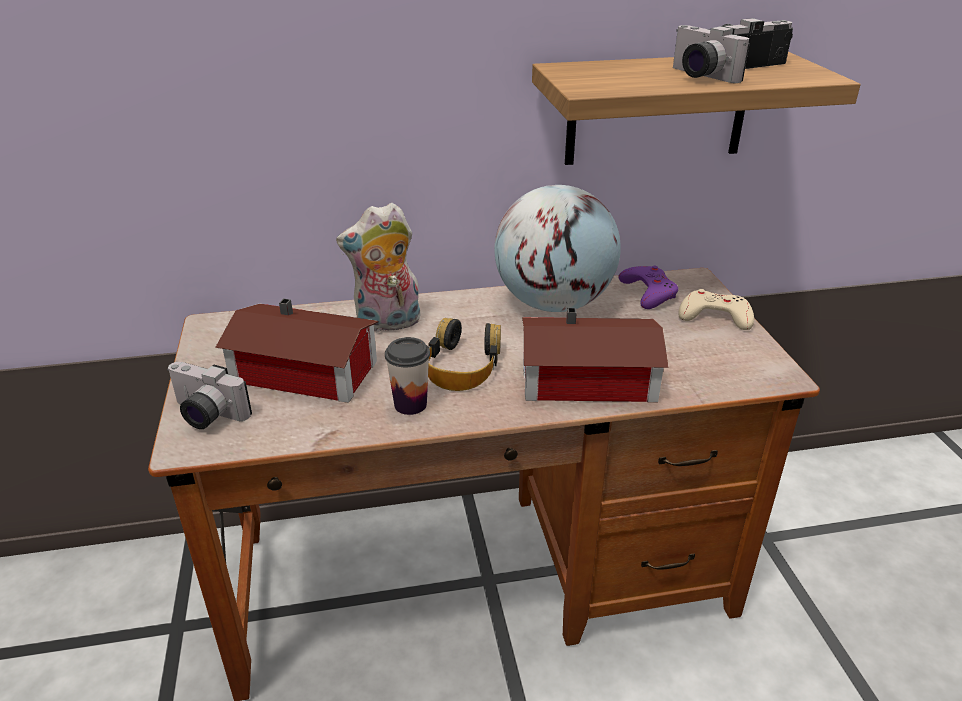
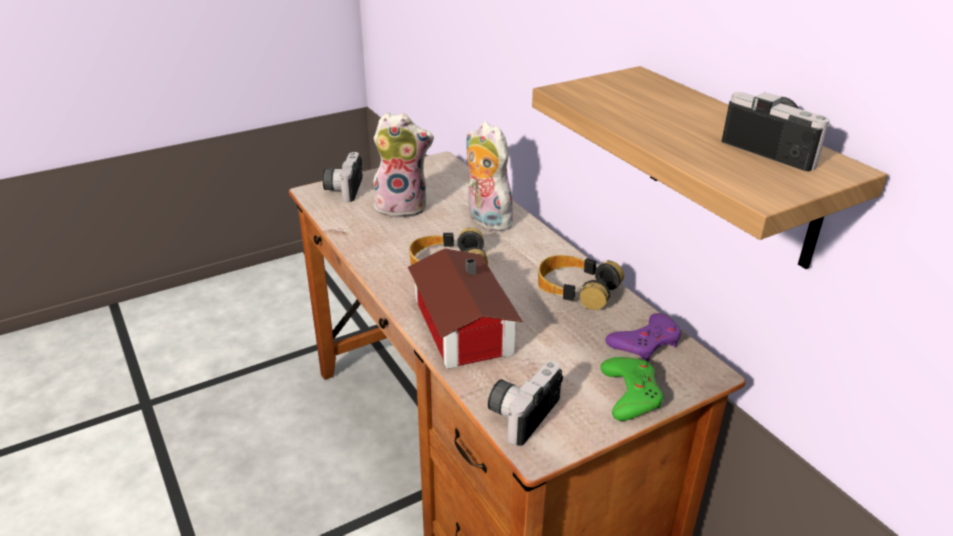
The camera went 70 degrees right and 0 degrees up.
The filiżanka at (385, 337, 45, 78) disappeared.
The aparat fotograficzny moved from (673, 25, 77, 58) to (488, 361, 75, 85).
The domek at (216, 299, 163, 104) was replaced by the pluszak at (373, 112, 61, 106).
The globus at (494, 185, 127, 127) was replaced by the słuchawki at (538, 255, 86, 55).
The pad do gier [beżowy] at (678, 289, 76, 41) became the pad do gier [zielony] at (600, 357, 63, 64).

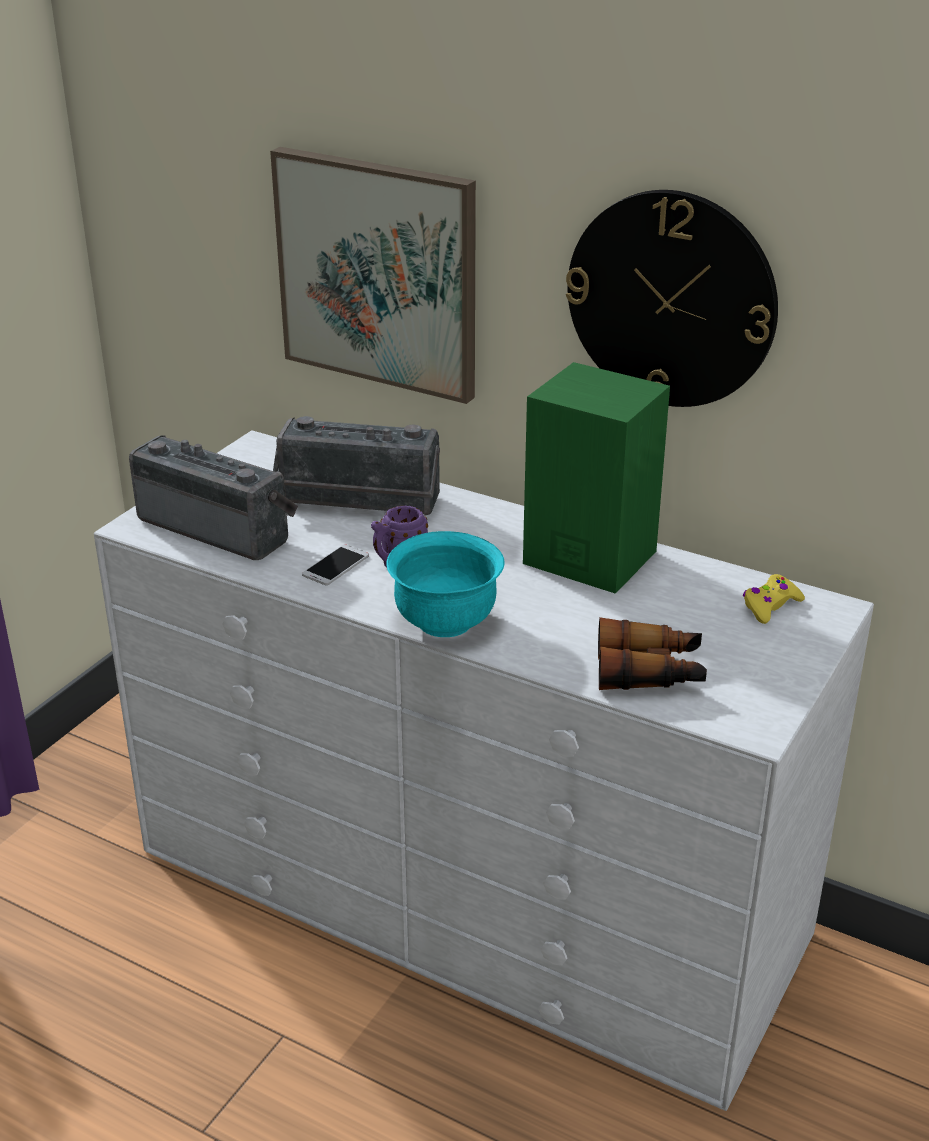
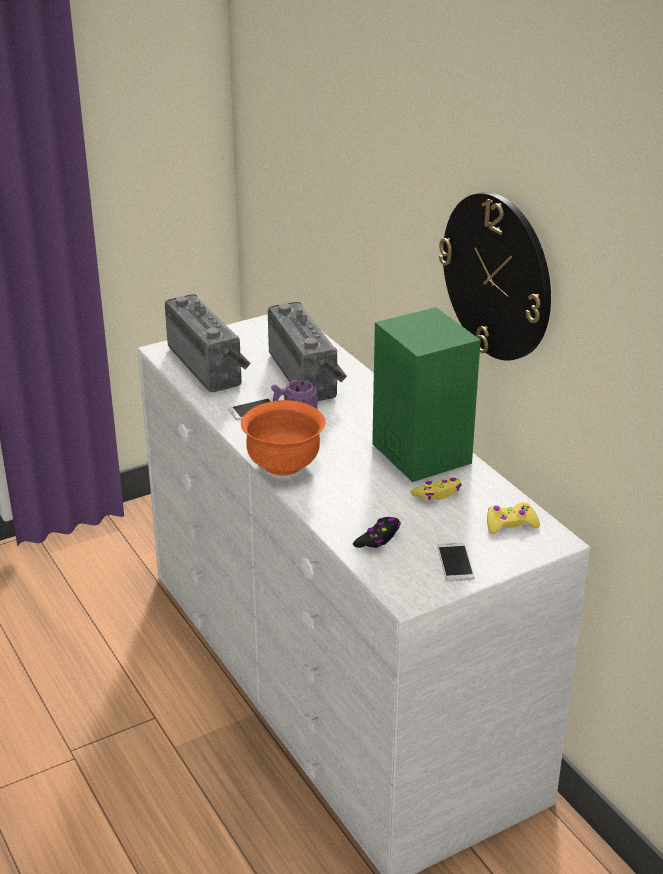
The camera went 30 degrees right and 0 degrees up.
The obraz at (270, 147, 206, 257) disappeared.
The pad do gier [żółty] at (410, 478, 52, 22) appeared.
The telefon at (437, 543, 38, 38) appeared.
The lornetka at (598, 617, 109, 73) was replaced by the pad do gier [czarny] at (353, 517, 48, 31).
The miska [turkusowy] at (386, 531, 118, 106) became the miska [pomarańczowy] at (241, 400, 85, 76).
The radio at (273, 416, 167, 100) turned 150 degrees counterclockwise.

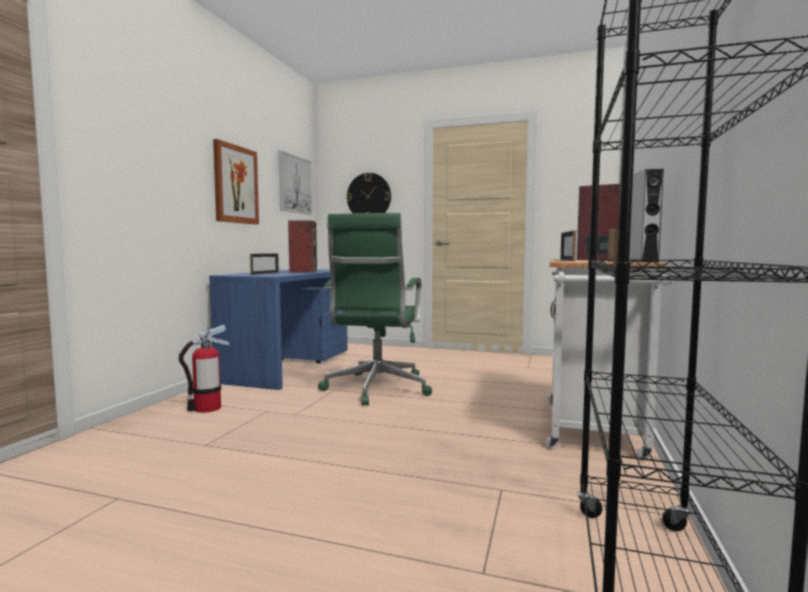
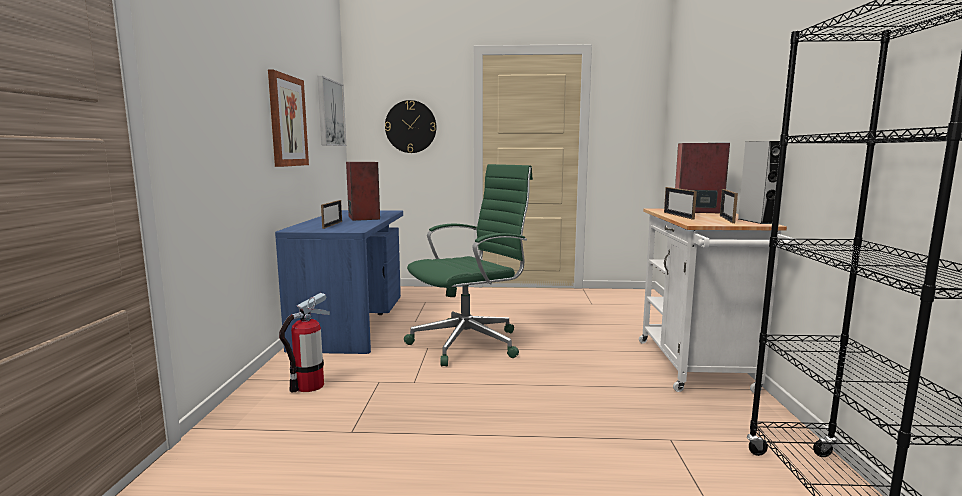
The camera went 15 degrees left and 5 degrees up.
The krzesło biurowe [zielony] at (318, 213, 114, 193) turned 120 degrees counterclockwise.

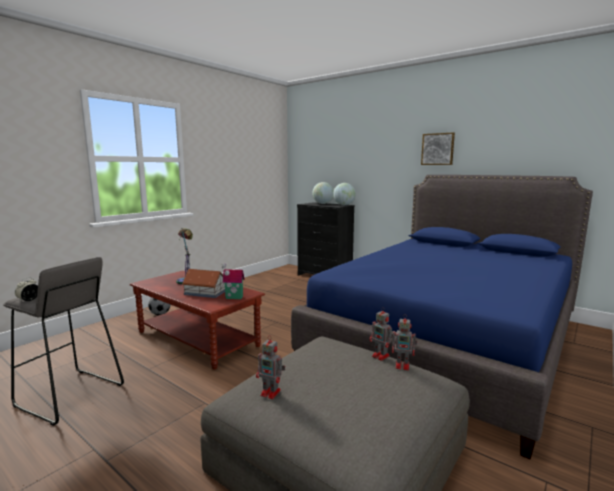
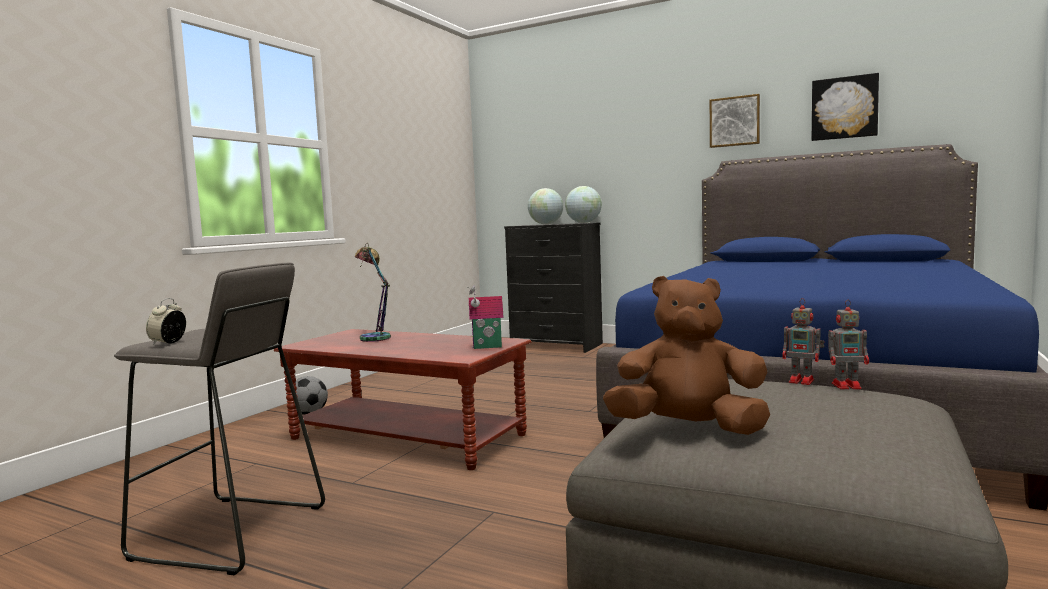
The camera went 10 degrees left and 5 degrees down.
The domek at (182, 269, 43, 29) disappeared.
The obraz at (812, 73, 67, 68) appeared.
The robot zabawkowy at (256, 335, 29, 64) was replaced by the pluszak [brązowy] at (603, 276, 167, 159).

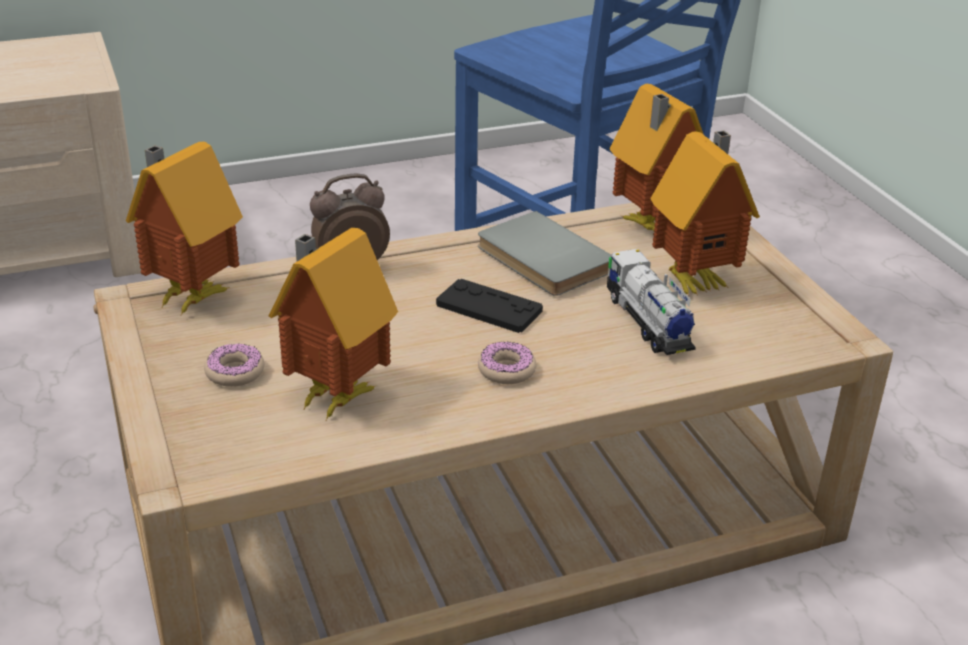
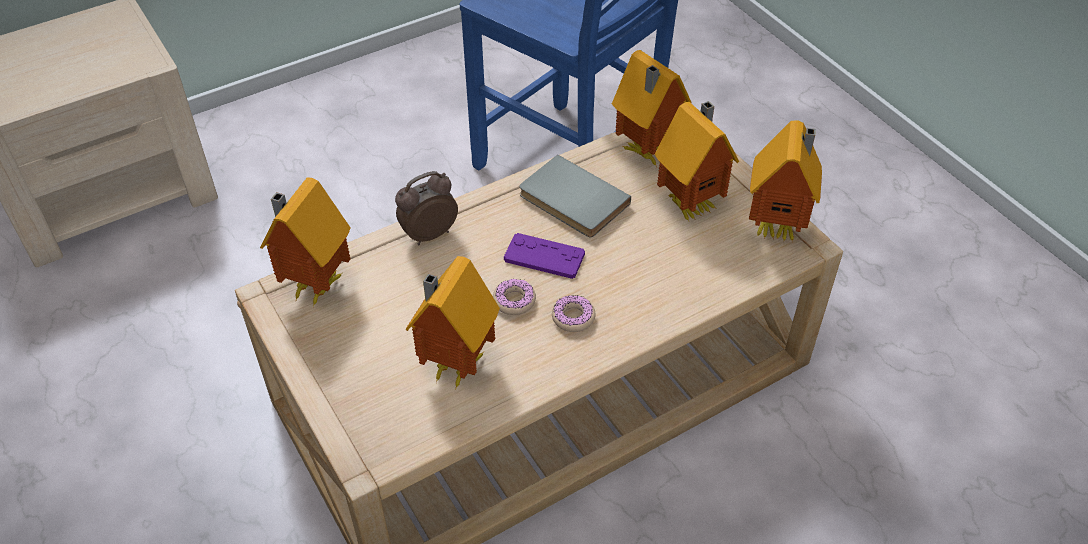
The camera went 10 degrees left and 15 degrees up.
The ciężarówka zabawkowa at (607, 249, 89, 106) disappeared.
The domek at (749, 120, 73, 121) appeared.
The donut moved from (204, 344, 60, 43) to (493, 279, 43, 36).
The pad do gier [czarny] at (436, 279, 107, 54) became the pad do gier [fioletowy] at (504, 233, 81, 46).

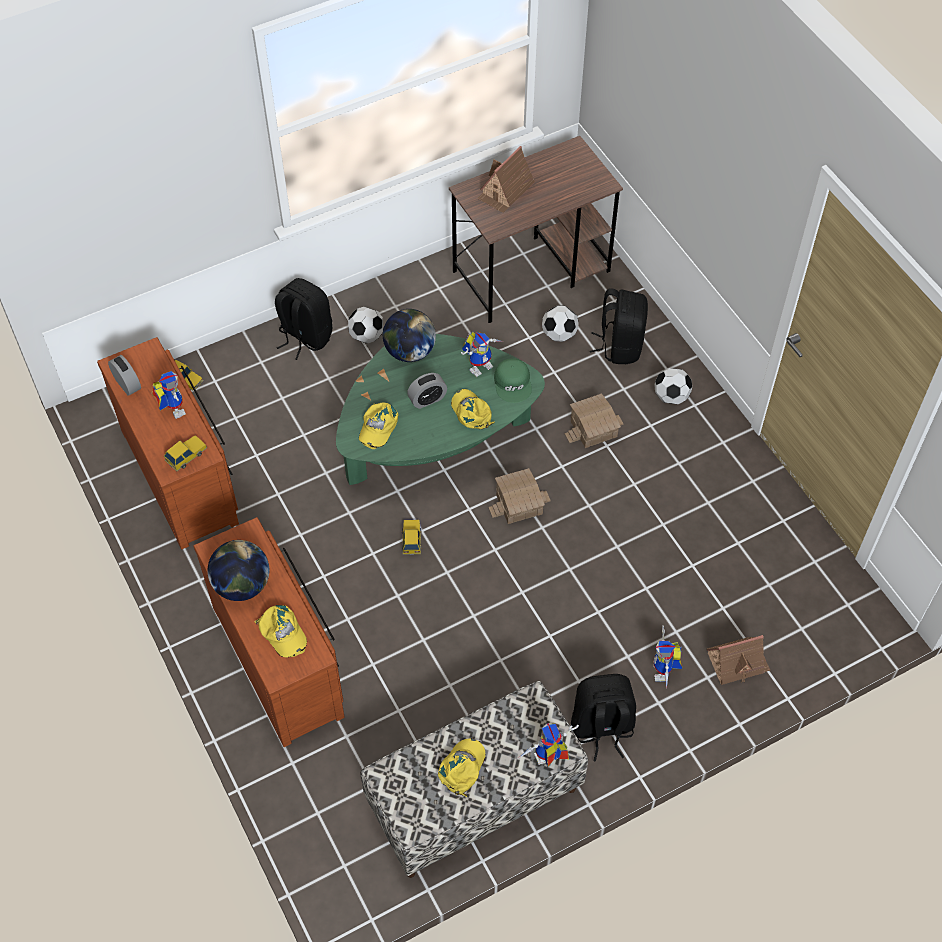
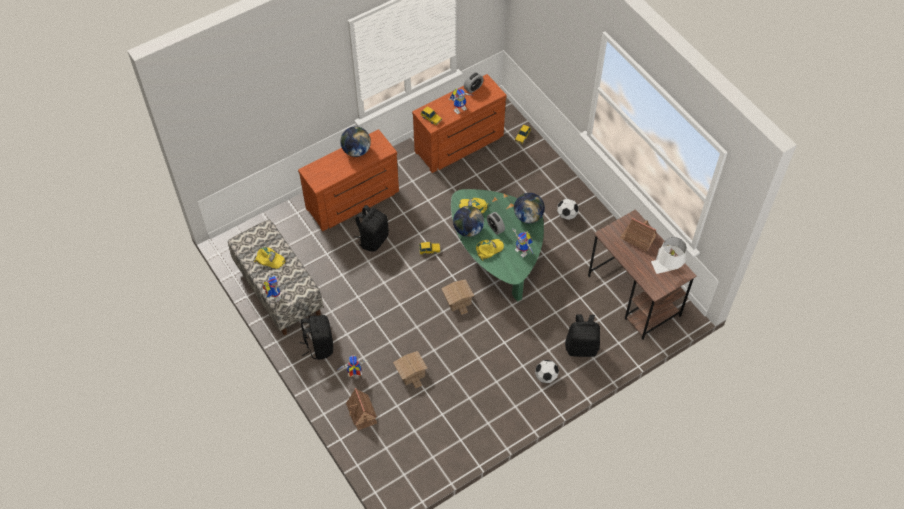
The camera went 85 degrees right and 0 degrees up.
The czapka z daszkiem [żółty] at (254, 605, 53, 52) disappeared.
The czapka z daszkiem [zielony] at (494, 358, 38, 45) disappeared.
The piłka futbolowa at (542, 305, 37, 37) disappeared.
The globus at (453, 206, 31, 31) appeared.
The lampa stołowa [biały] at (651, 237, 36, 37) appeared.
The plecak [czarny] moved from (275, 278, 57, 82) to (354, 205, 35, 47).
The domek moved from (565, 393, 59, 55) to (393, 351, 34, 38).

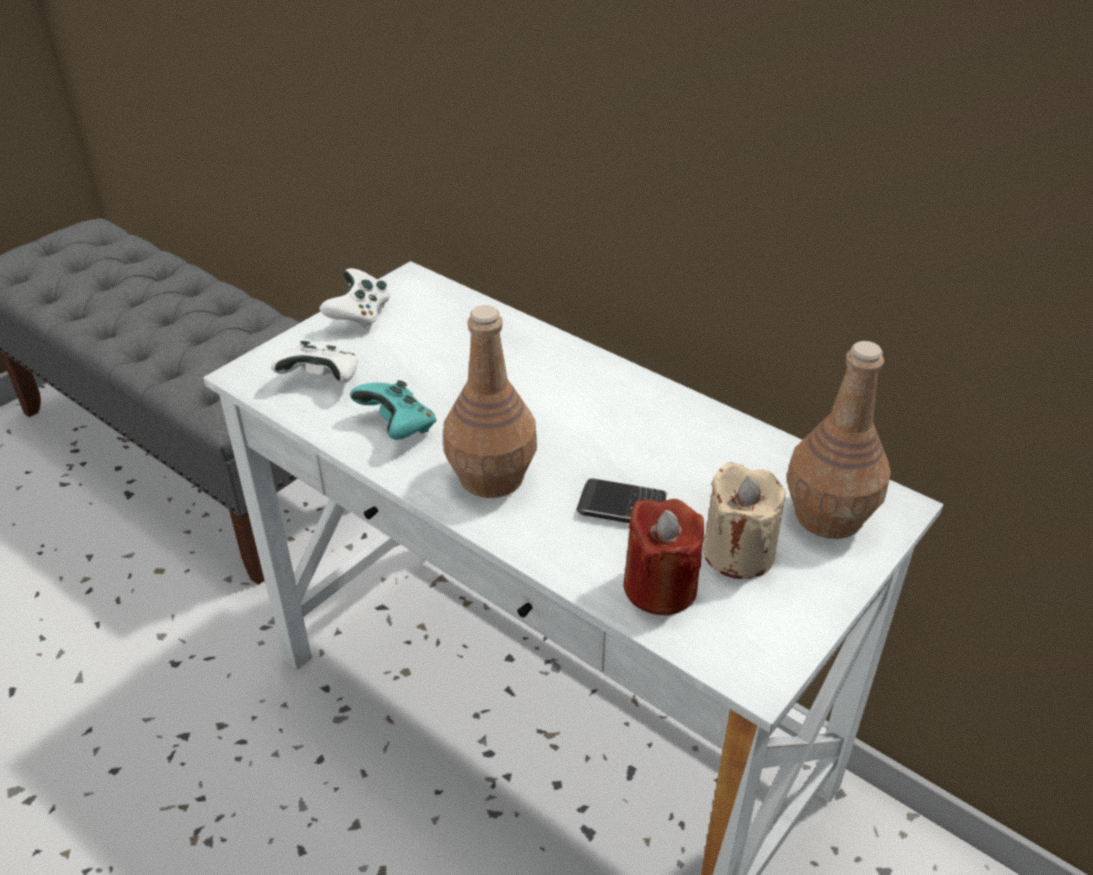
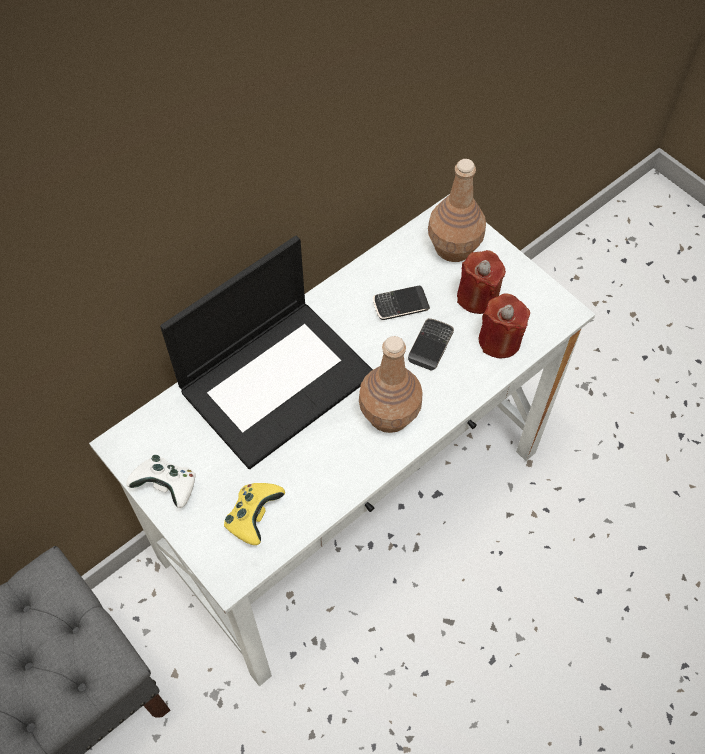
The camera went 80 degrees left and 20 degrees up.
The pad do gier [turkusowy] at (350, 380, 87, 60) disappeared.
The laptop at (160, 236, 213, 233) appeared.
The telefon at (373, 286, 57, 34) appeared.
The pad do gier [biały] at (271, 341, 87, 42) became the pad do gier [żółty] at (224, 483, 61, 62).
The świeca [beżowy] at (703, 462, 83, 117) became the świeca [czerwony] at (457, 250, 49, 64).

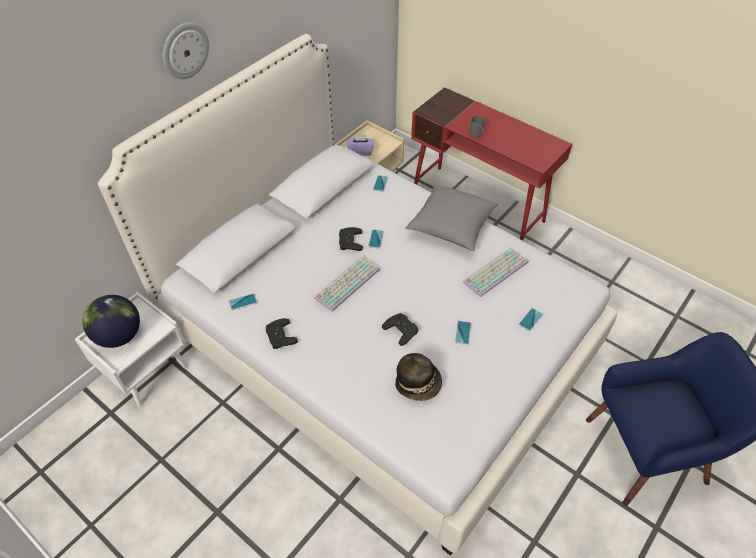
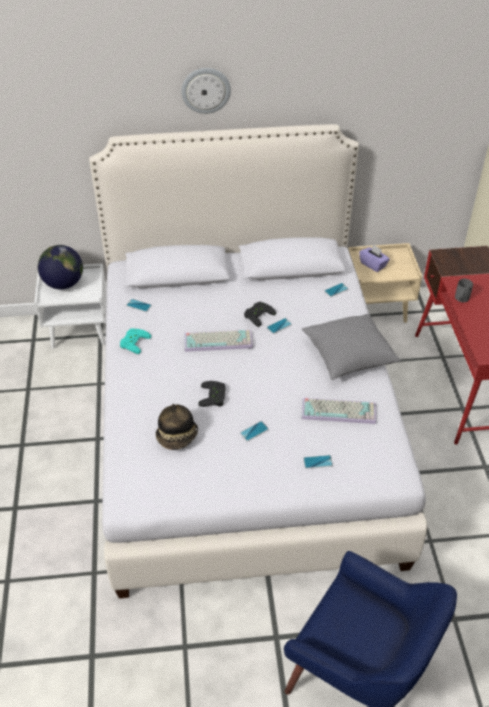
The camera went 45 degrees right and 5 degrees down.
The pad do gier [czarny] at (266, 318, 32, 31) became the pad do gier [turkusowy] at (120, 328, 31, 26).

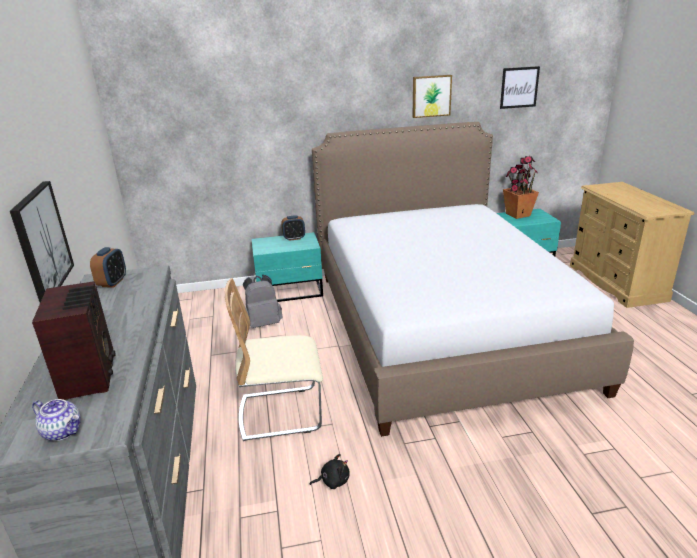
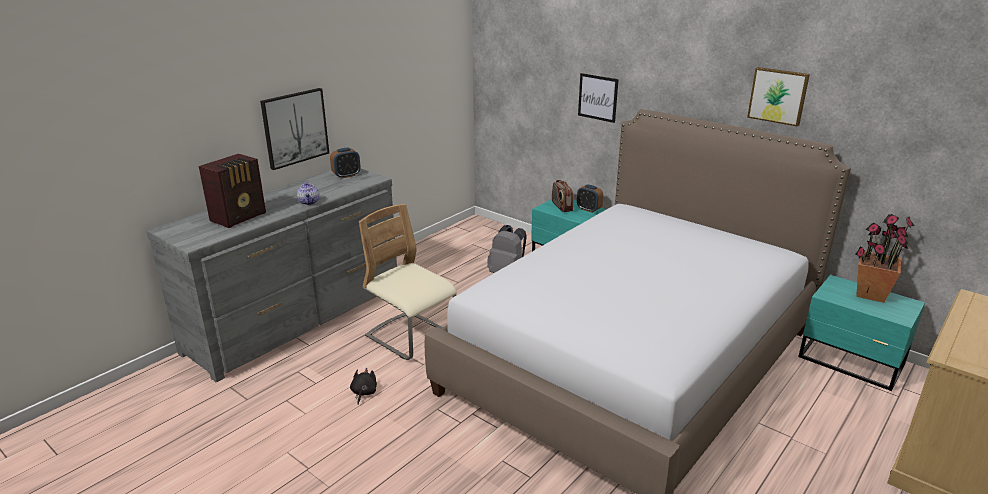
The camera went 50 degrees right and 0 degrees up.
The radio at (552, 180, 21, 32) appeared.
The imbryk moved from (32, 399, 49, 42) to (297, 182, 22, 23).
The obraz moved from (500, 66, 40, 43) to (578, 73, 41, 50).
The pluszak [czarny] at (310, 454, 40, 35) turned 120 degrees counterclockwise.

